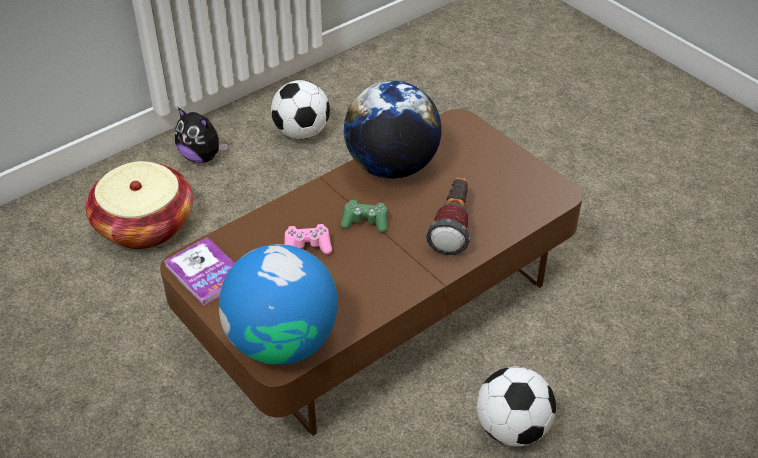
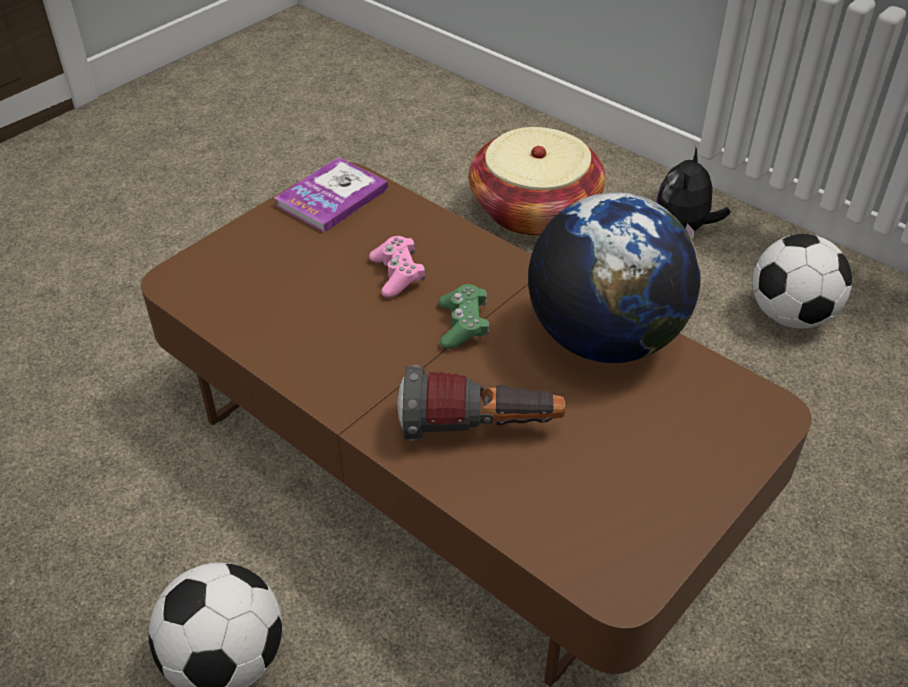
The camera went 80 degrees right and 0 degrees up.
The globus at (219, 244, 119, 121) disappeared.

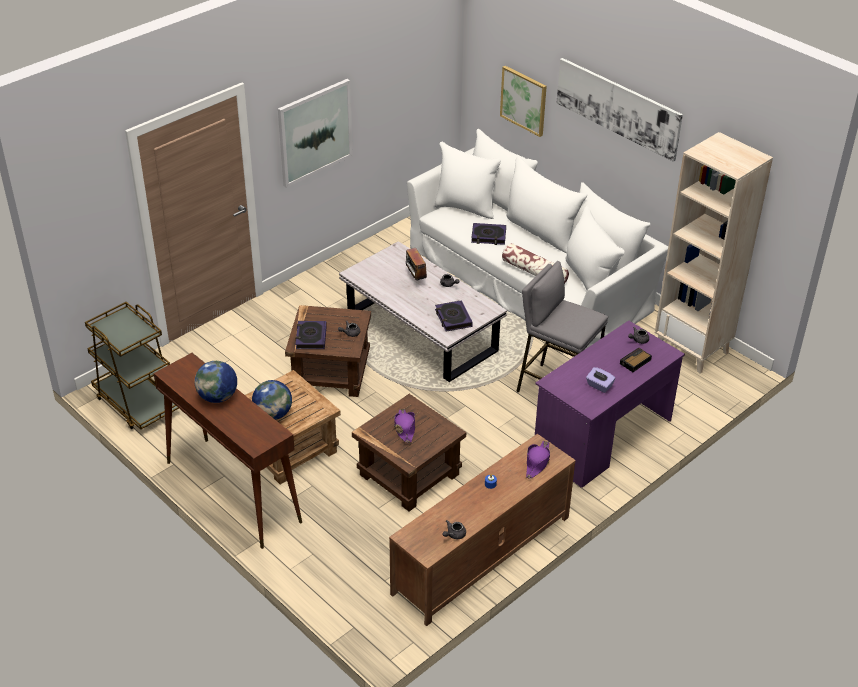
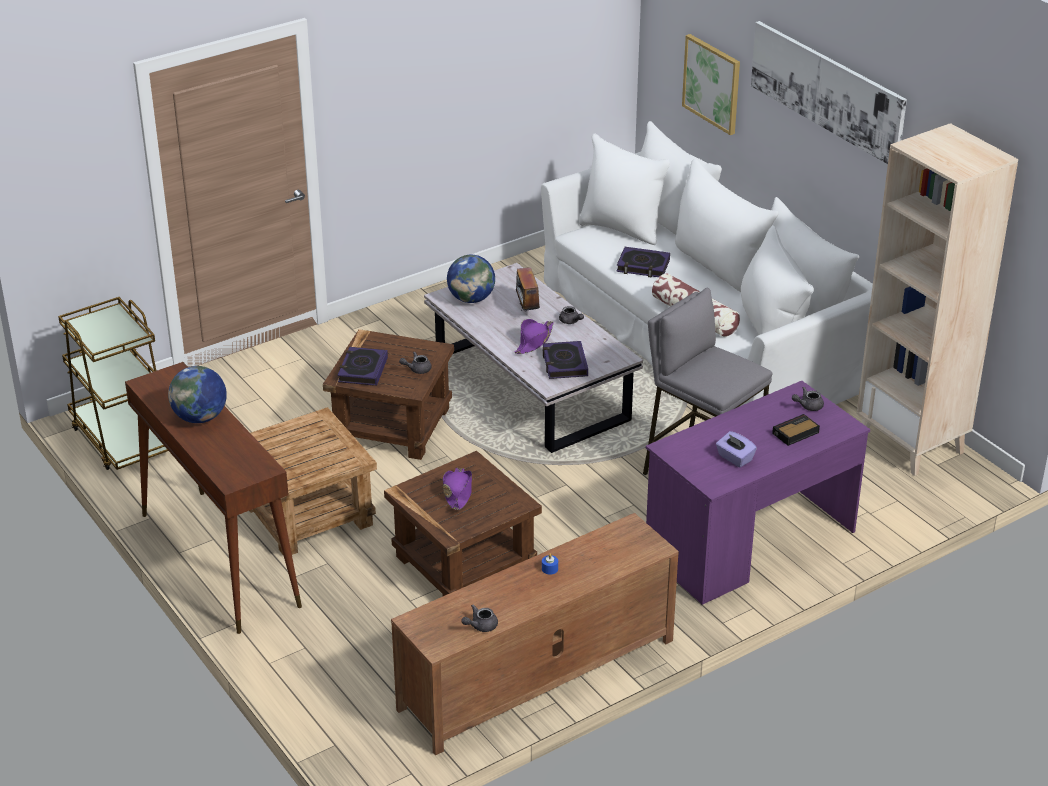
The camera went 10 degrees right and 5 degrees down.
The obraz at (278, 79, 75, 109) disappeared.
The globus moved from (252, 380, 40, 40) to (447, 255, 48, 48).
The kapelusz [fioletowy] moved from (526, 441, 24, 38) to (515, 319, 39, 35).

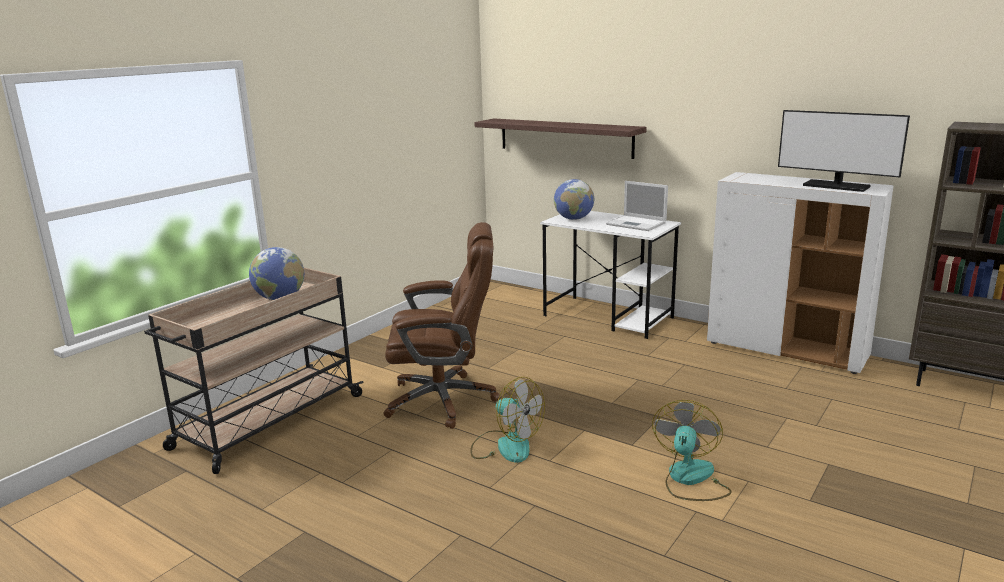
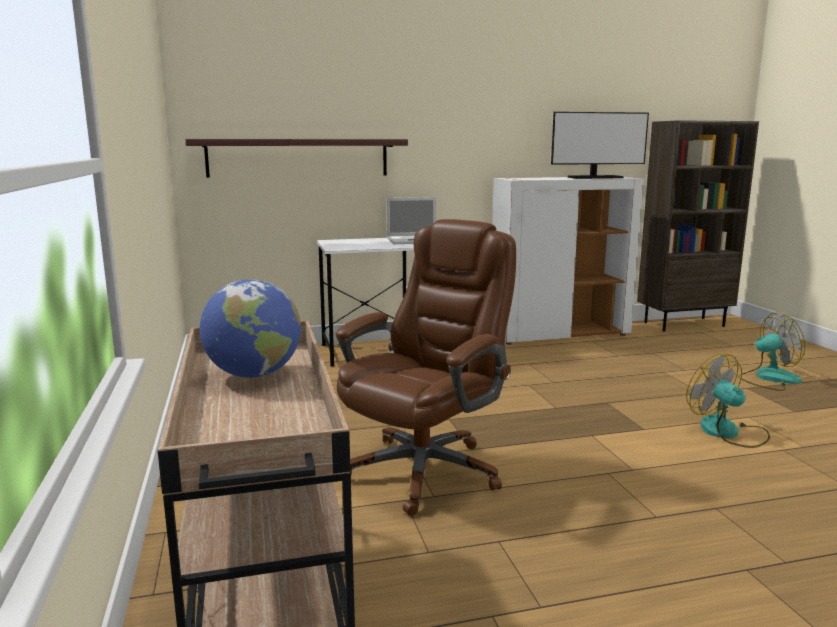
The camera went 50 degrees left and 5 degrees down.
The globus at (554, 179, 40, 41) disappeared.
The wentylator moved from (470, 377, 75, 86) to (738, 313, 67, 78).

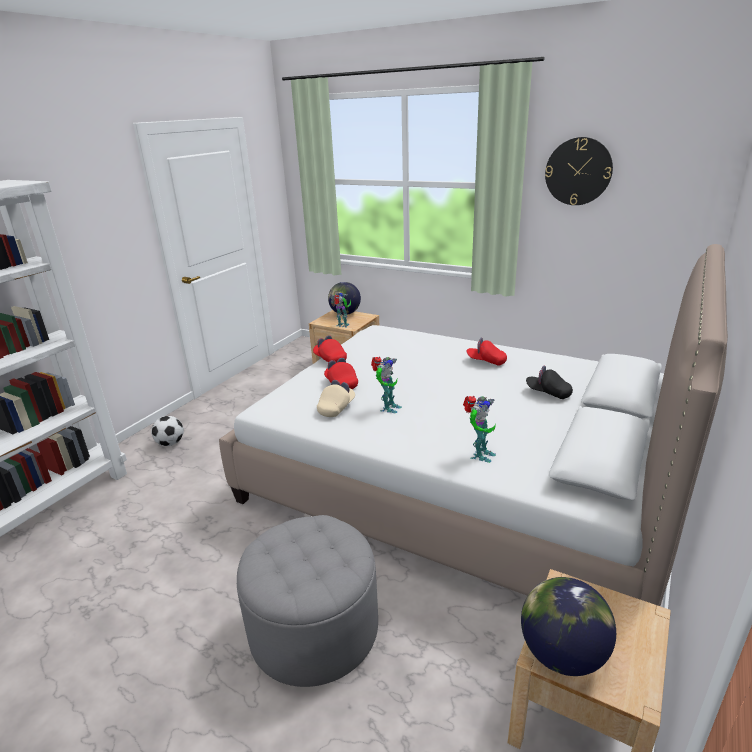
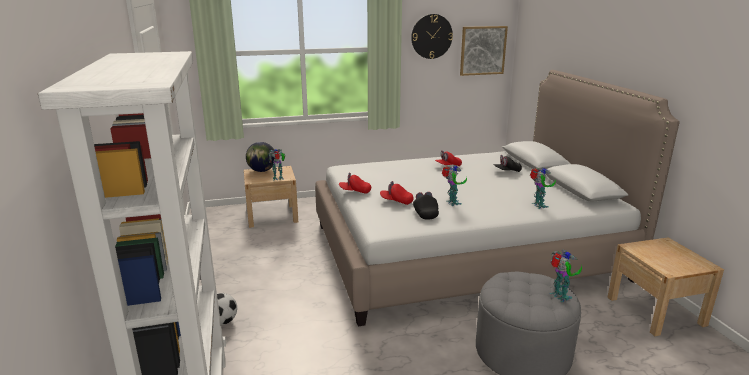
The camera went 45 degrees left and 5 degrees down.
The globus at (521, 577, 95, 99) disappeared.
The obraz at (460, 26, 48, 50) appeared.
The robot zabawkowy at (550, 249, 32, 53) appeared.
The czapka z daszkiem [beżowy] at (317, 380, 38, 37) became the czapka z daszkiem [czarny] at (413, 192, 26, 28).

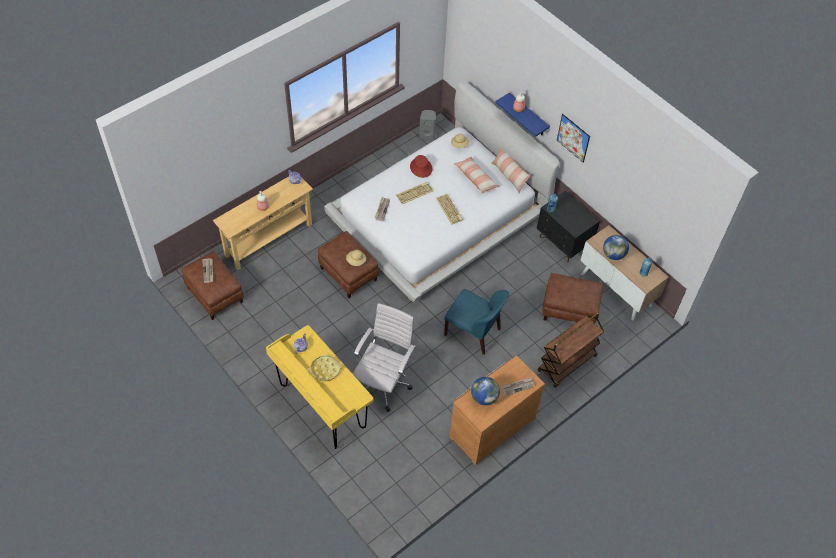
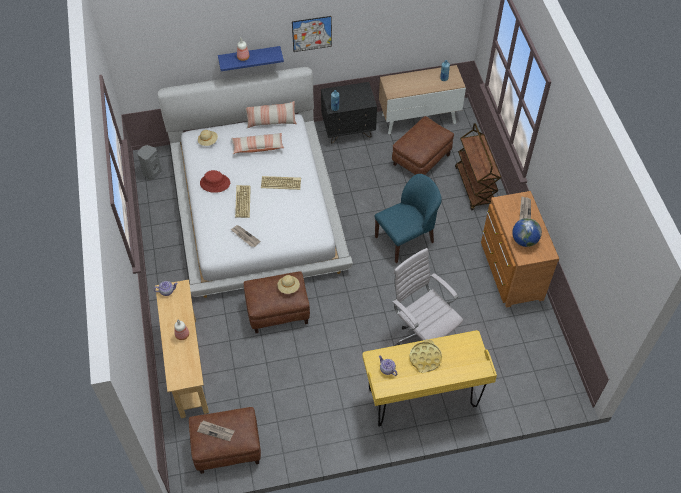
The camera went 60 degrees left and 0 degrees up.
The globus at (603, 235, 26, 25) disappeared.

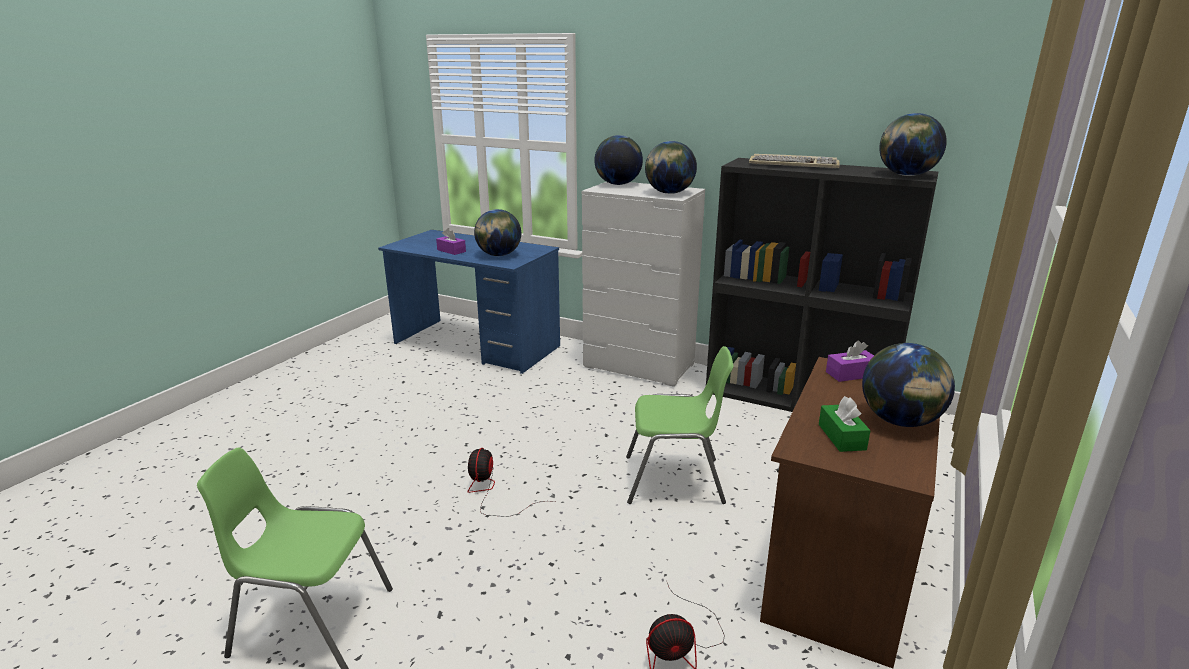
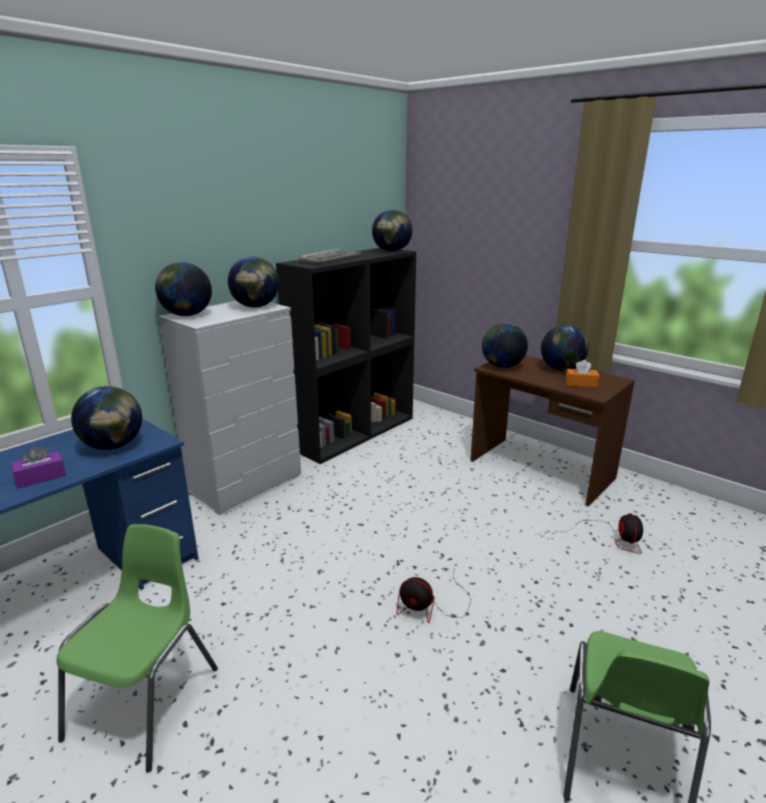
The camera went 75 degrees left and 0 degrees up.
The krzesło [zielony] moved from (626, 346, 107, 158) to (56, 524, 162, 248).
The pudełko chusteczek [fioletowy] at (826, 341, 48, 41) was replaced by the globus at (482, 323, 46, 45).
The pudełko chusteczek [zielony] at (819, 396, 52, 56) became the pudełko chusteczek [pomarańczowy] at (565, 360, 35, 28).

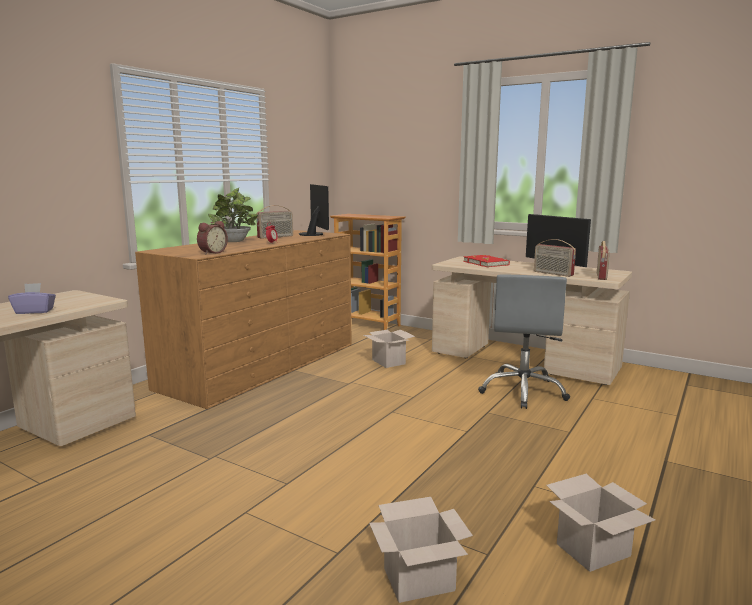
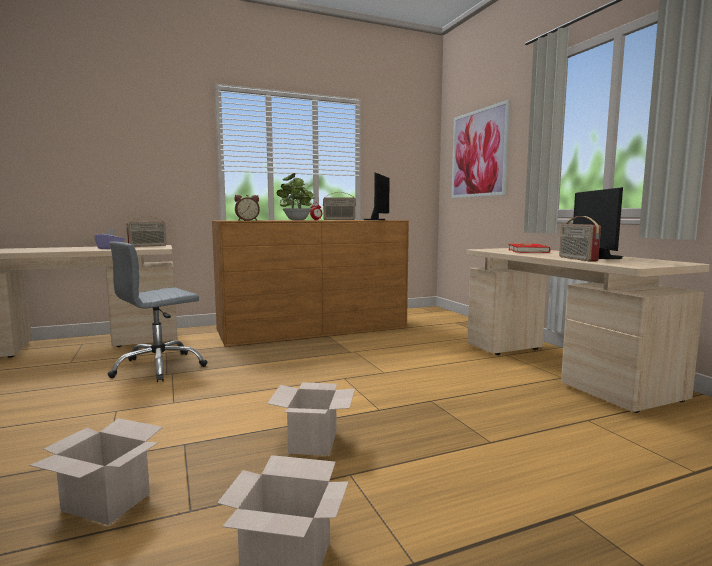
The camera went 35 degrees right and 5 degrees down.
The regał at (330, 214, 75, 116) disappeared.
The obraz at (451, 100, 59, 98) appeared.
The karton moved from (364, 330, 51, 38) to (267, 382, 88, 74).
The krzesło biurowe [szary] moved from (478, 275, 92, 134) to (108, 241, 99, 141).
The radio moved from (597, 241, 13, 39) to (127, 216, 40, 31).

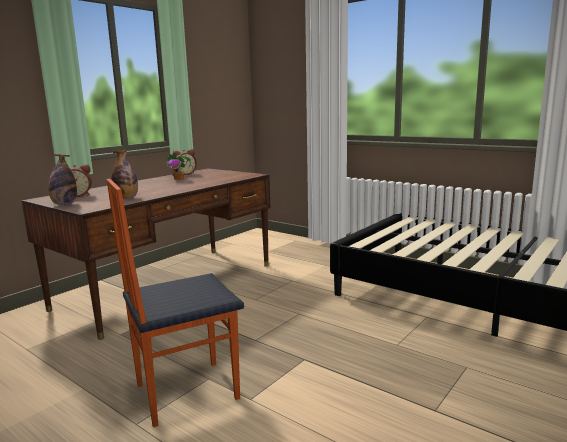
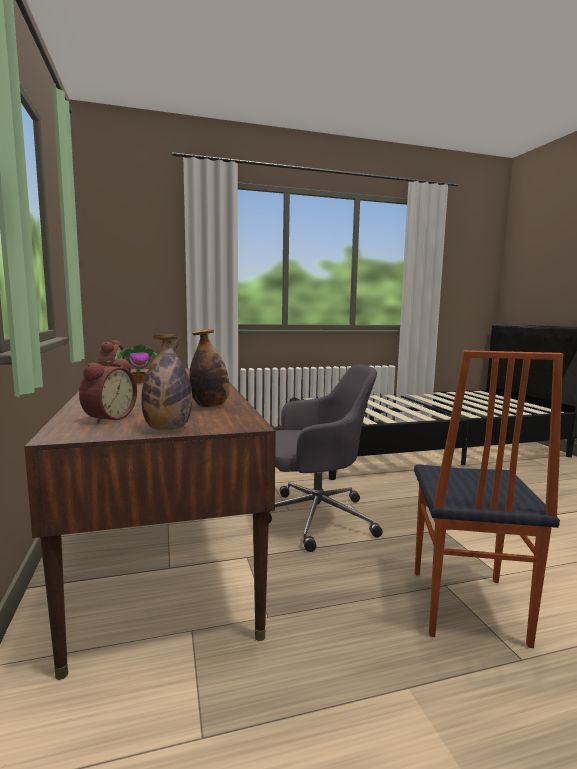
The camera went 55 degrees left and 5 degrees down.
The krzesło biurowe [szary] at (269, 365, 114, 187) appeared.

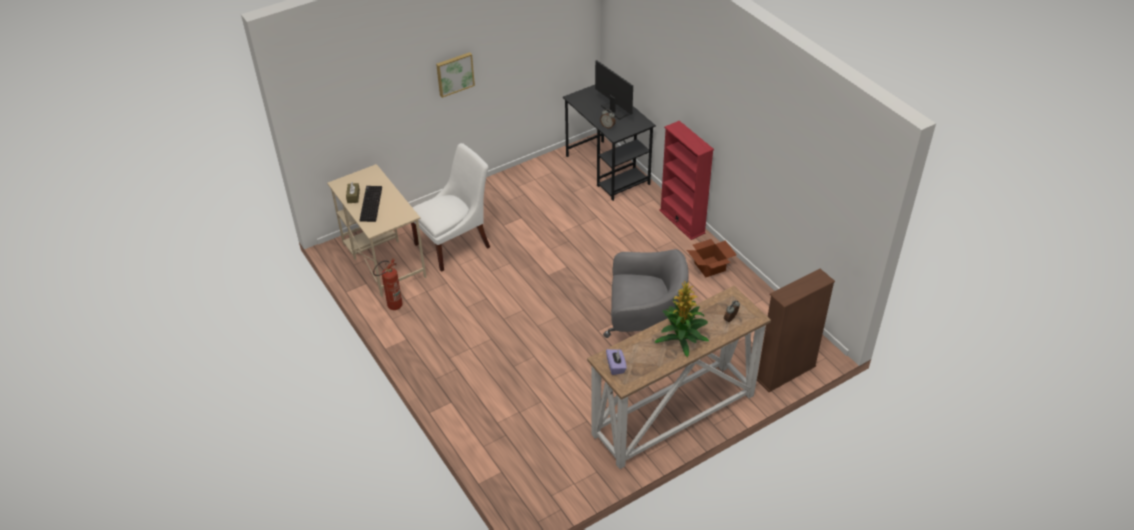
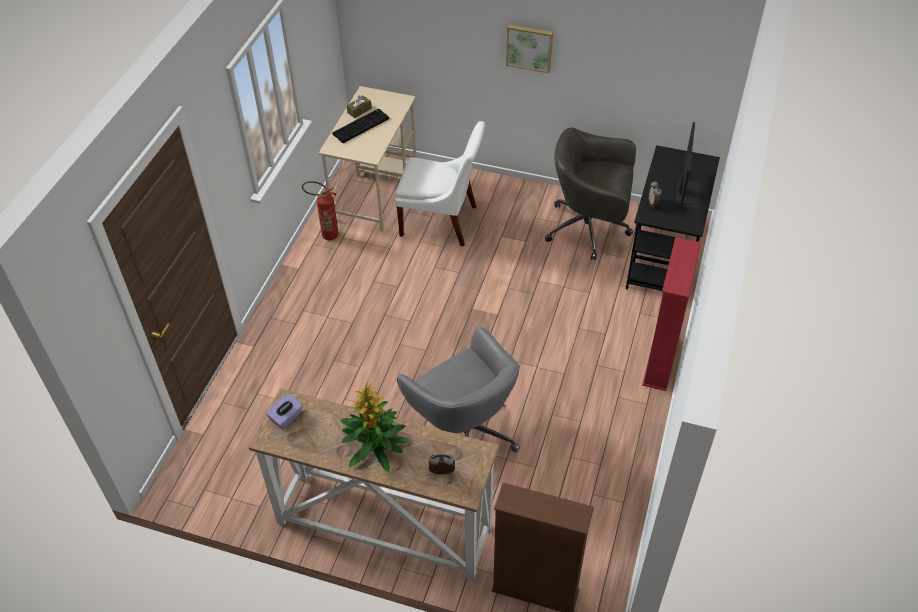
The camera went 50 degrees right and 5 degrees up.
The karton at (687, 239, 50, 38) disappeared.
The krzesło biurowe [szary] at (545, 127, 91, 133) appeared.

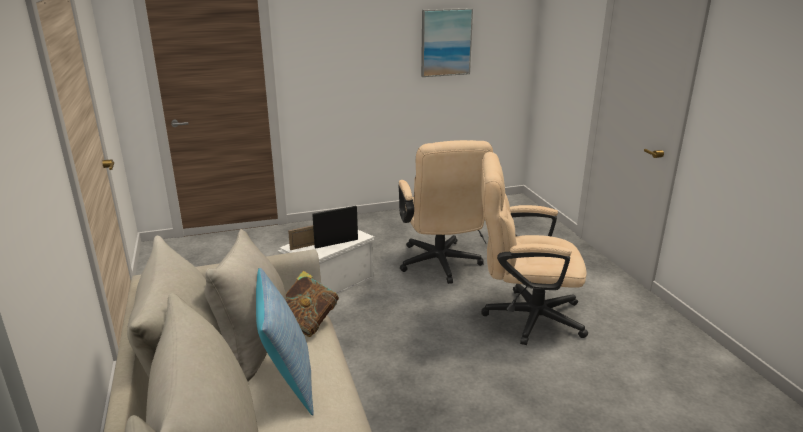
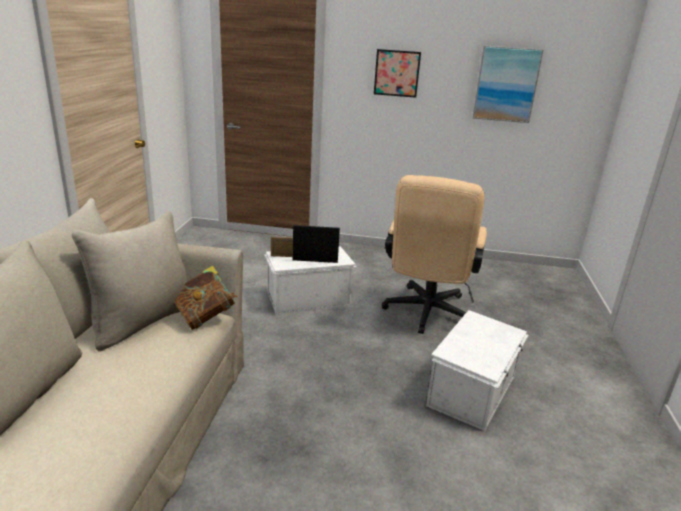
The camera went 25 degrees right and 0 degrees up.
The poduszka at (256, 268, 58, 148) disappeared.
The obraz at (374, 49, 47, 49) appeared.
The krzesło biurowe [beżowy] at (481, 152, 107, 193) was replaced by the pojemnik do przechowywania [biały] at (426, 310, 102, 121).

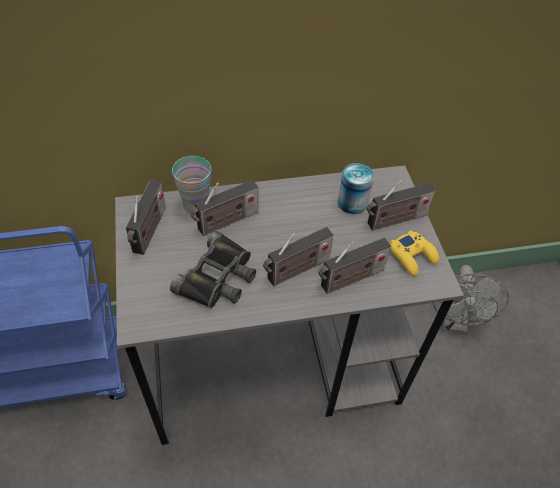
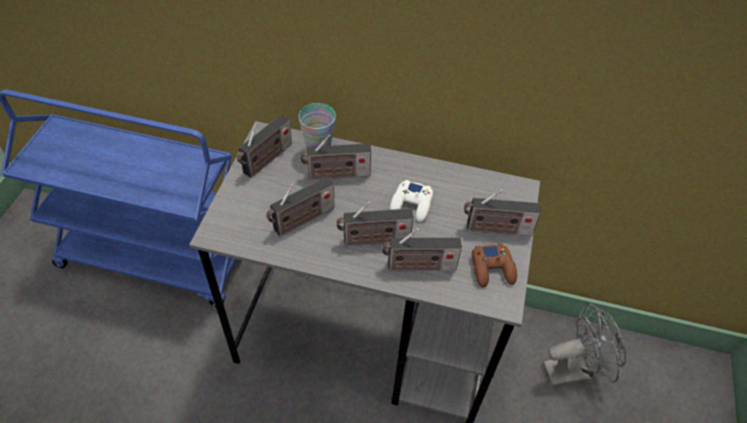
The camera went 25 degrees right and 0 degrees up.
The puszka at (338, 163, 36, 51) disappeared.
The pad do gier [biały] at (390, 180, 43, 42) appeared.
The lornetka [czarny] at (170, 231, 86, 77) was replaced by the radio at (266, 176, 68, 60).
The pad do gier [żółty] at (390, 231, 49, 45) became the pad do gier [brązowy] at (472, 243, 45, 45).
The wentylator [szary] at (433, 265, 76, 68) turned 135 degrees counterclockwise.

